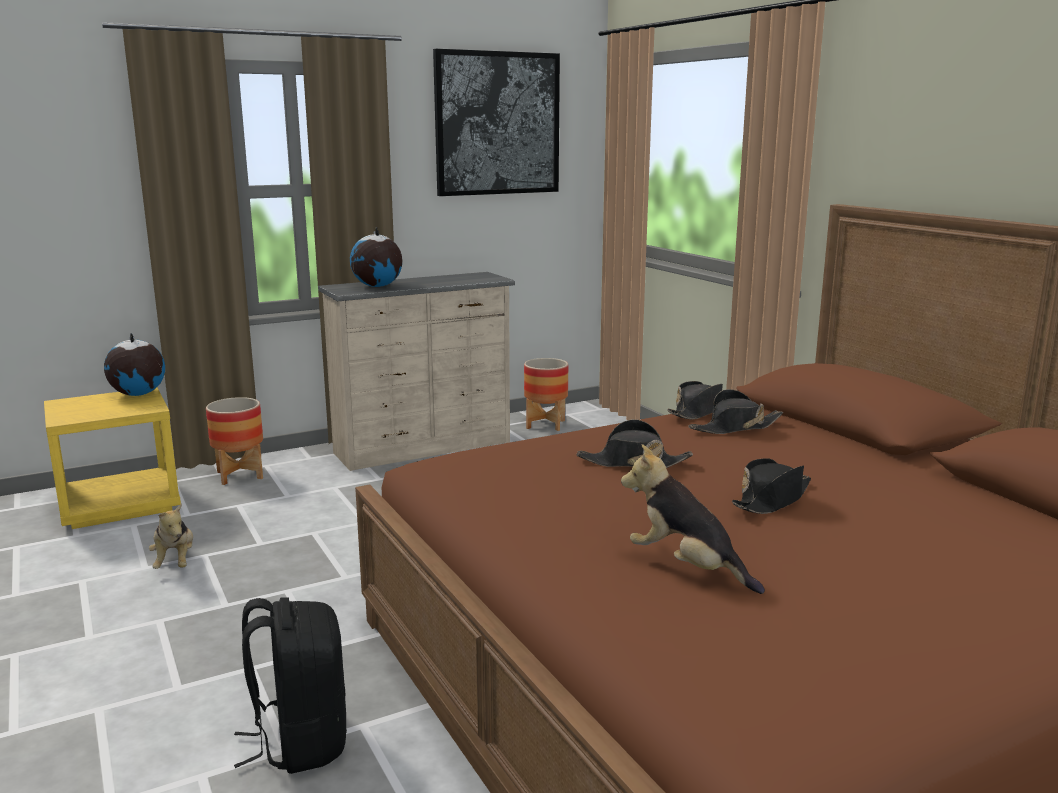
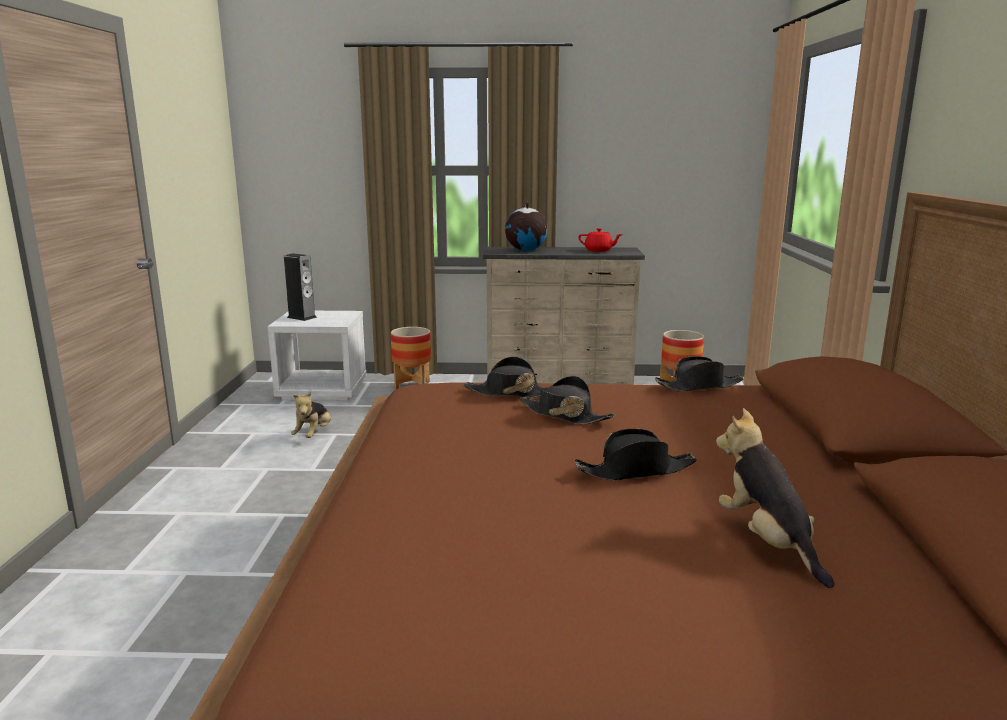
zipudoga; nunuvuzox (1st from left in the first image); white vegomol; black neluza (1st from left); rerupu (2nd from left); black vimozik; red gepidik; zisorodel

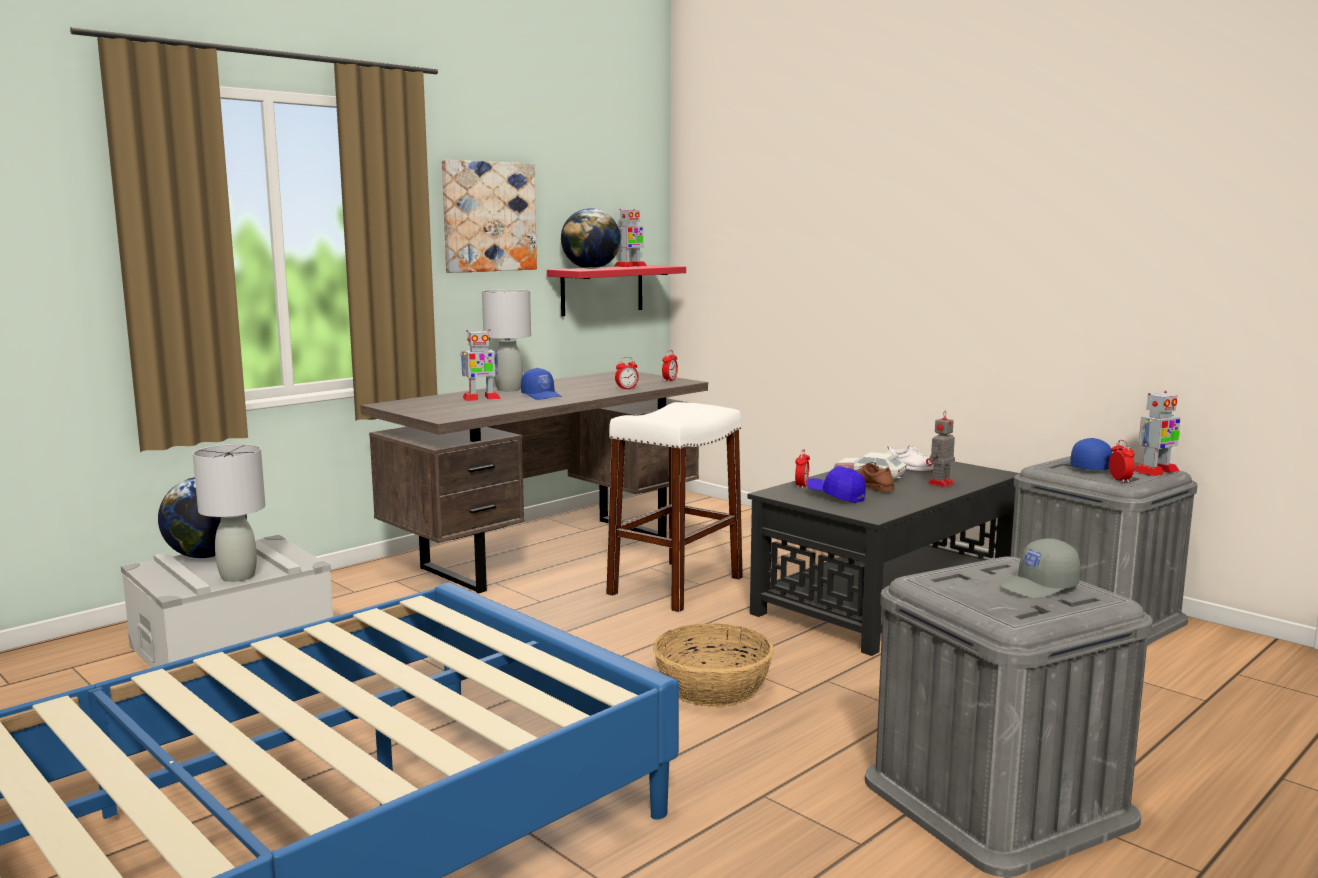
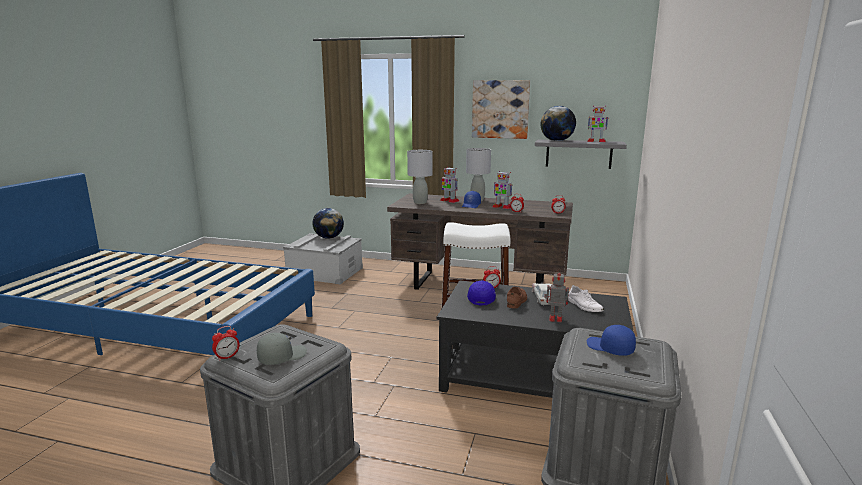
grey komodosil; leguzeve (2nd from left); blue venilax (3rd from left); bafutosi (1st from left); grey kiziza (1st from left); grey venilax; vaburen

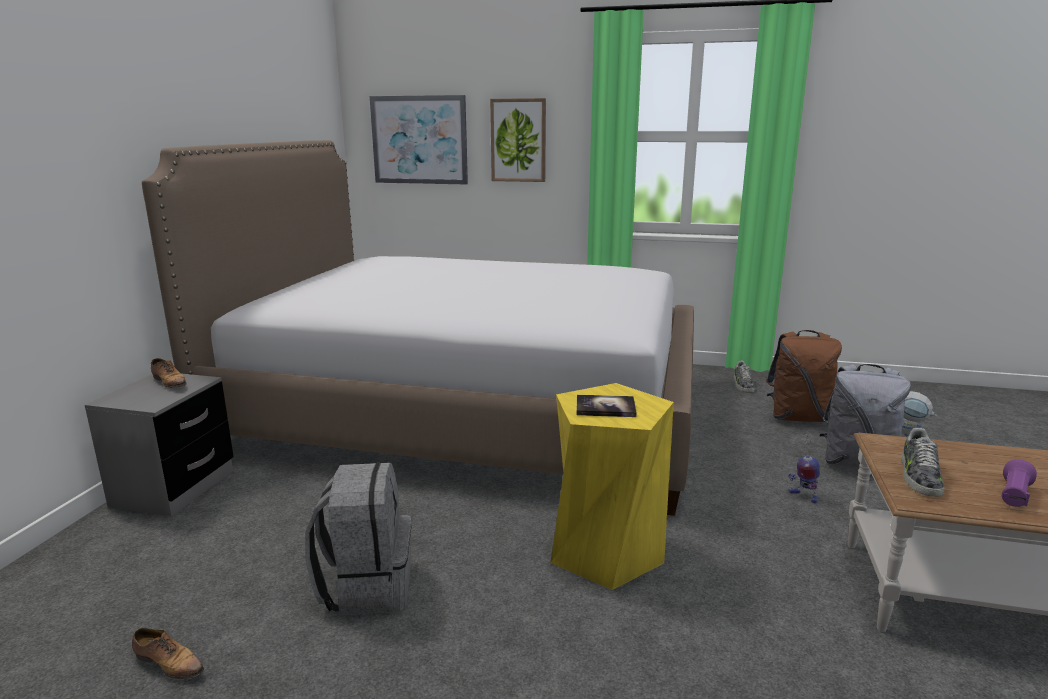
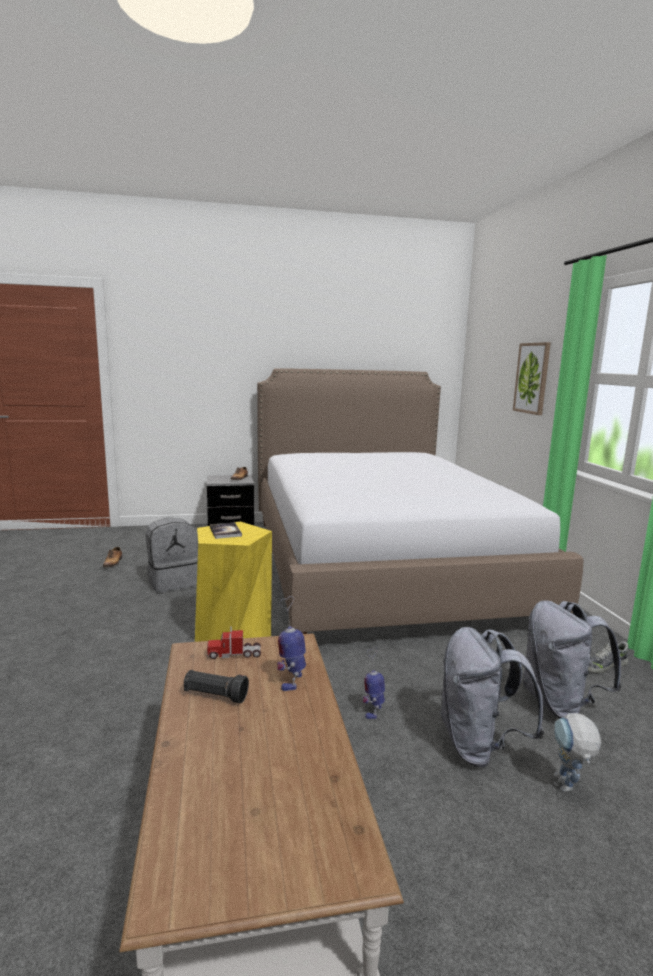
zipudoga (1st from left in the first image); grey vimozik (3rd from left); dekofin; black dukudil; leguzeve (1st from left)

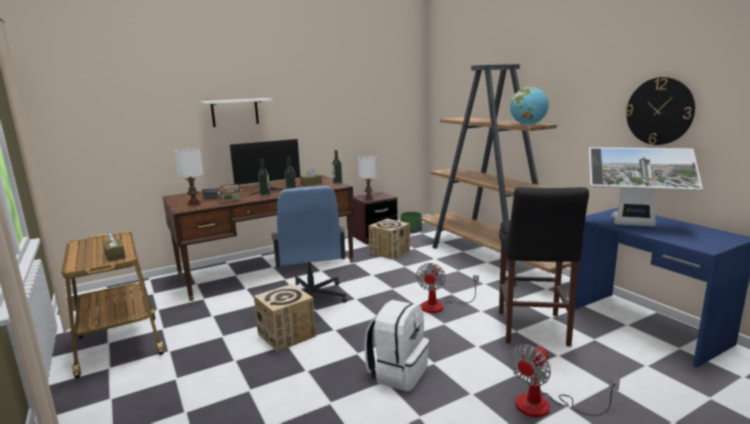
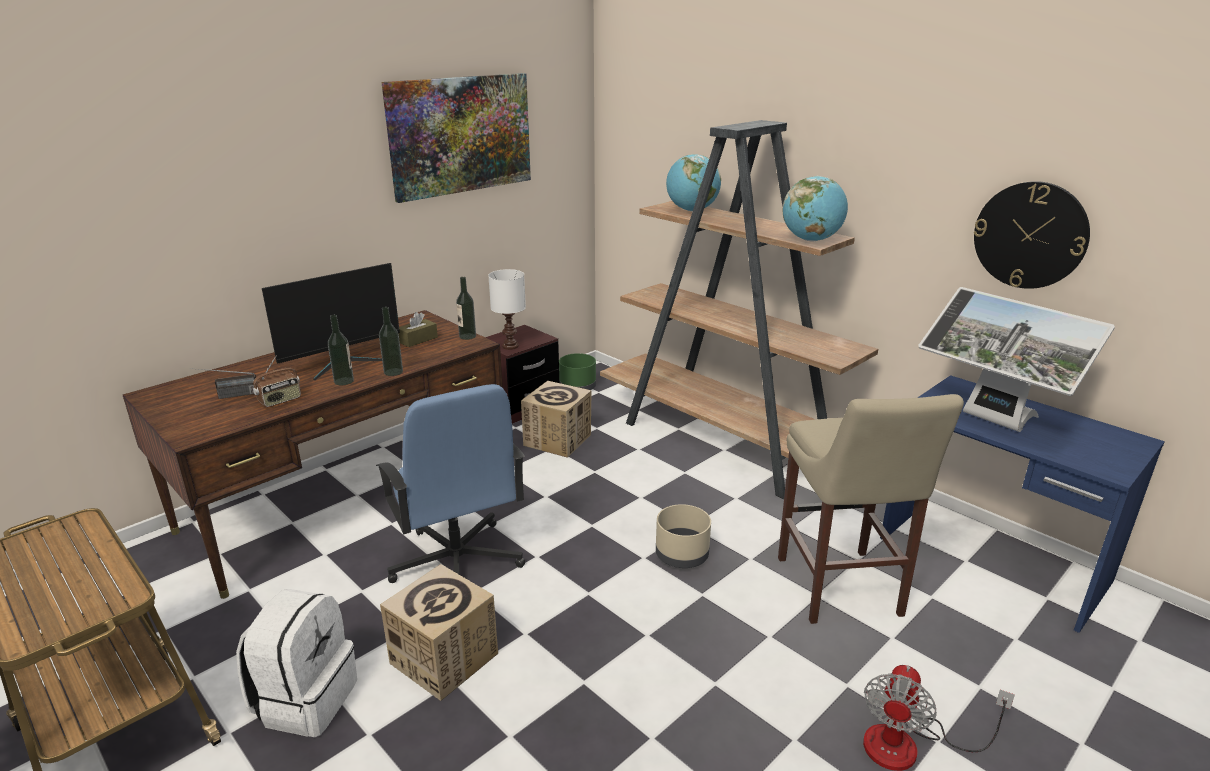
white komodosil; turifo (2nd from left); white kiziza (1st from left in the first image); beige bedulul; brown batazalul (1st from left in the first image); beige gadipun; white vimozik; zipudoga; nunuvuzox (1st from left)

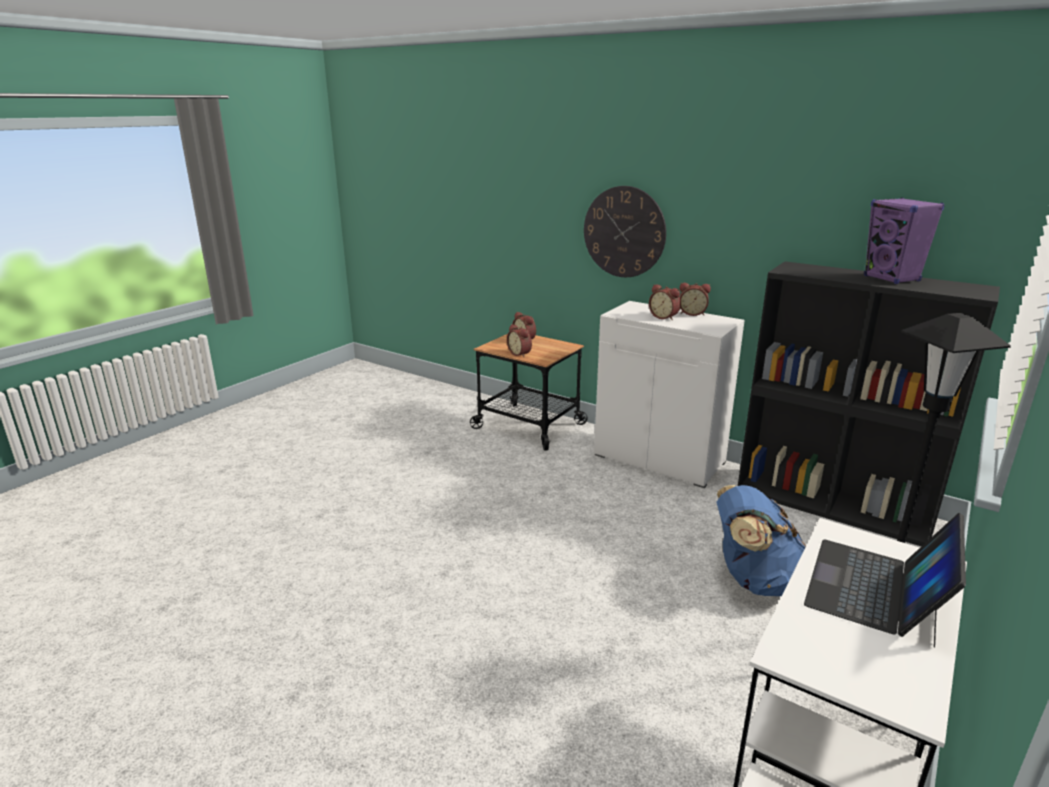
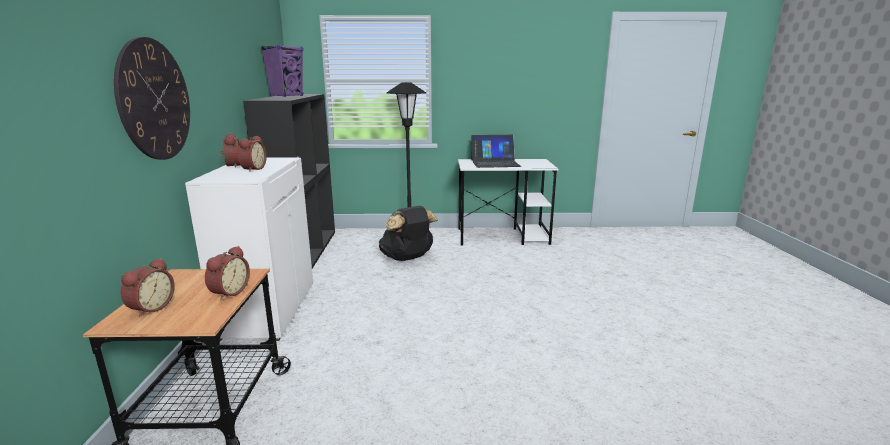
black vimozik

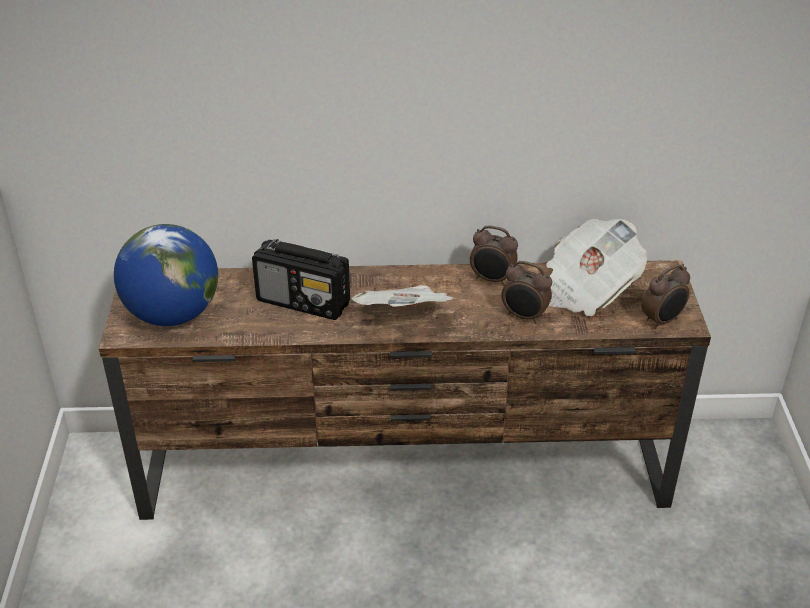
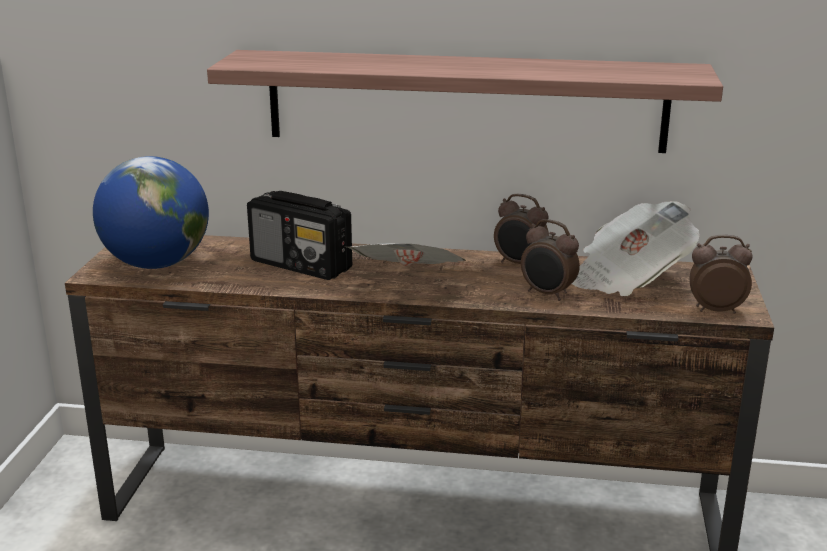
bafutosi (3rd from left); komodosil

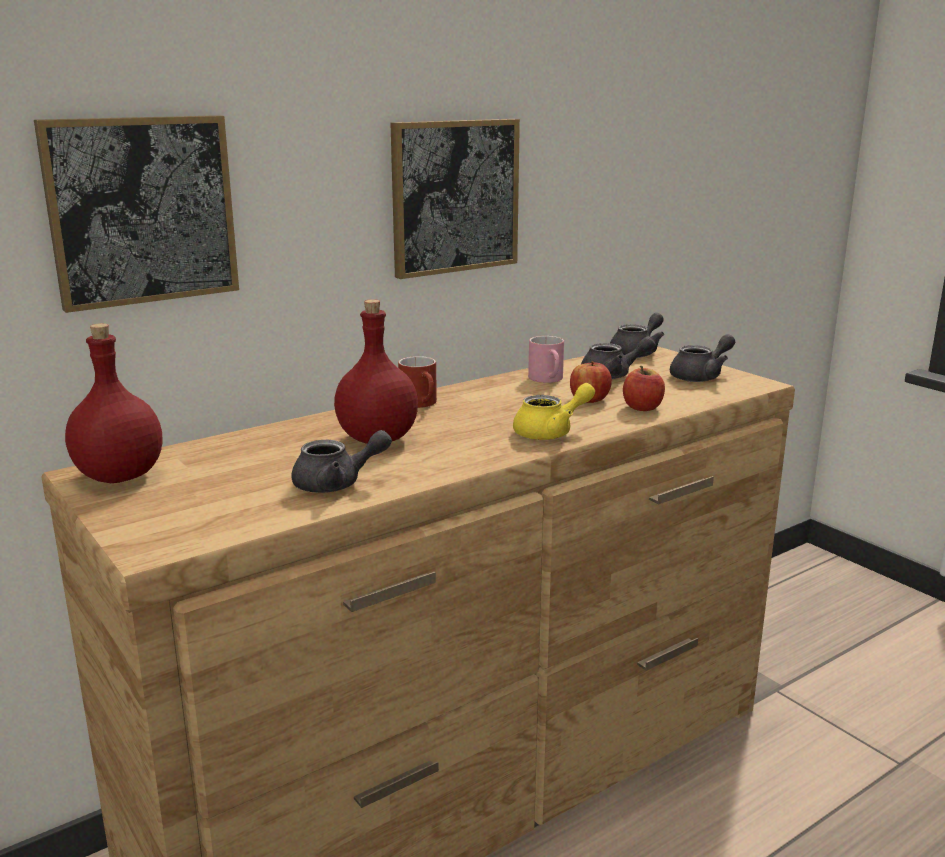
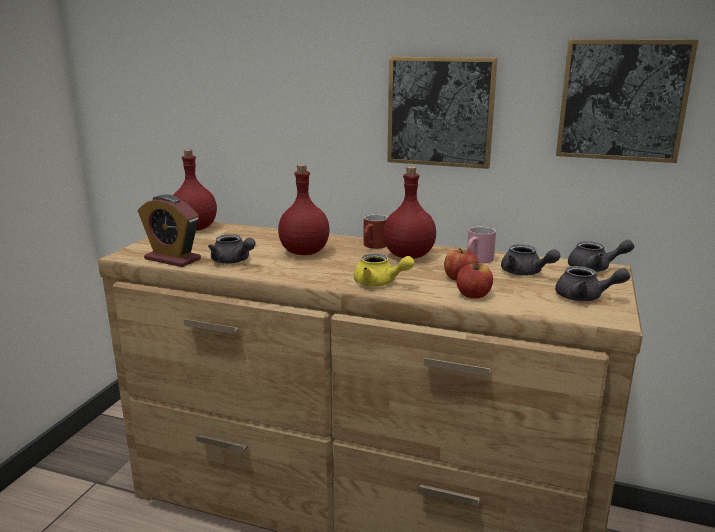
zipudoga (2nd from left); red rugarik (3rd from left); bafutosi

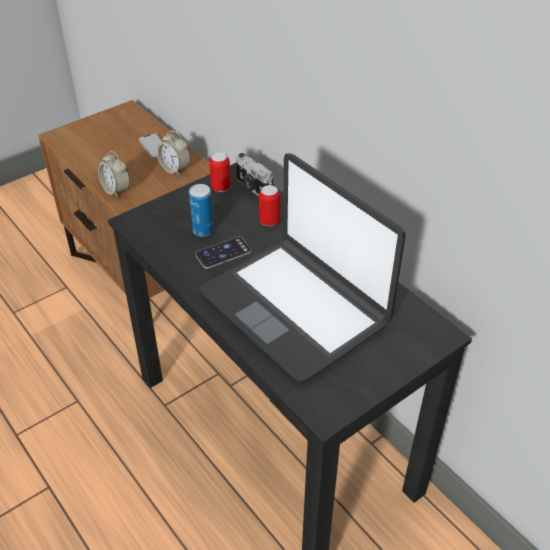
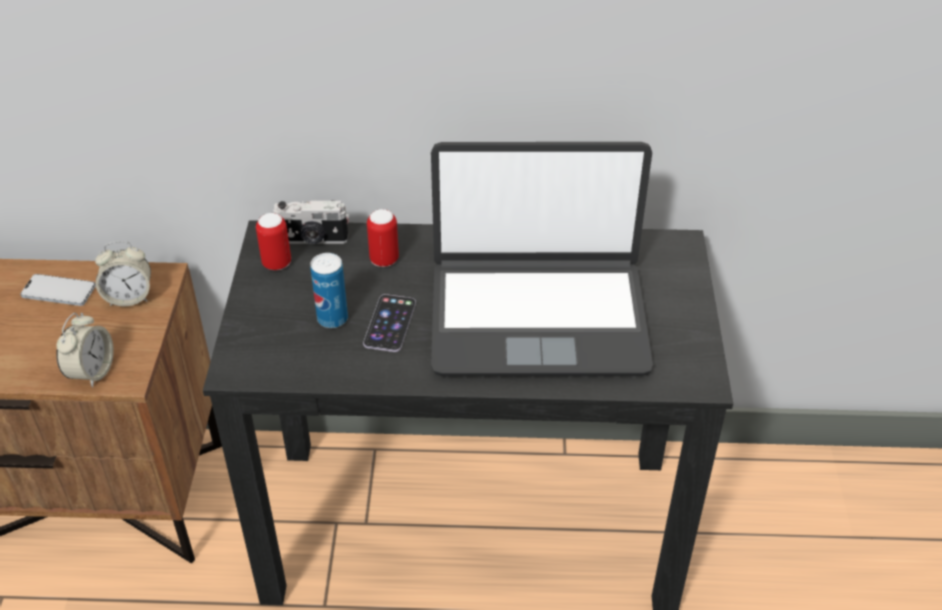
bafutosi (1st from left)

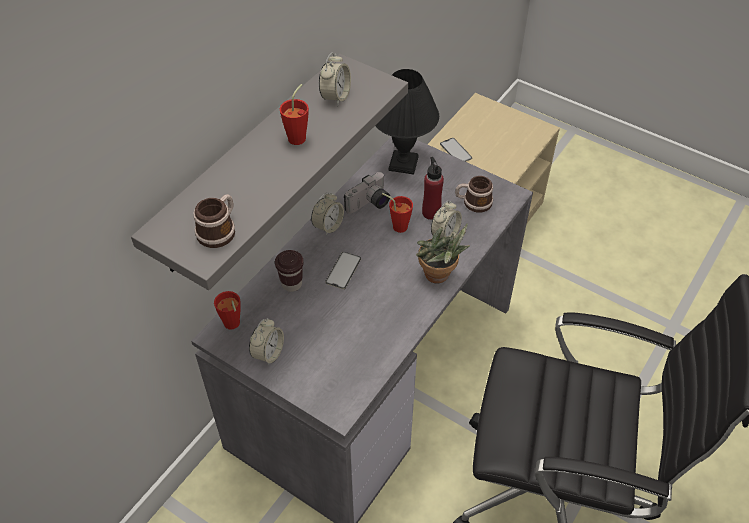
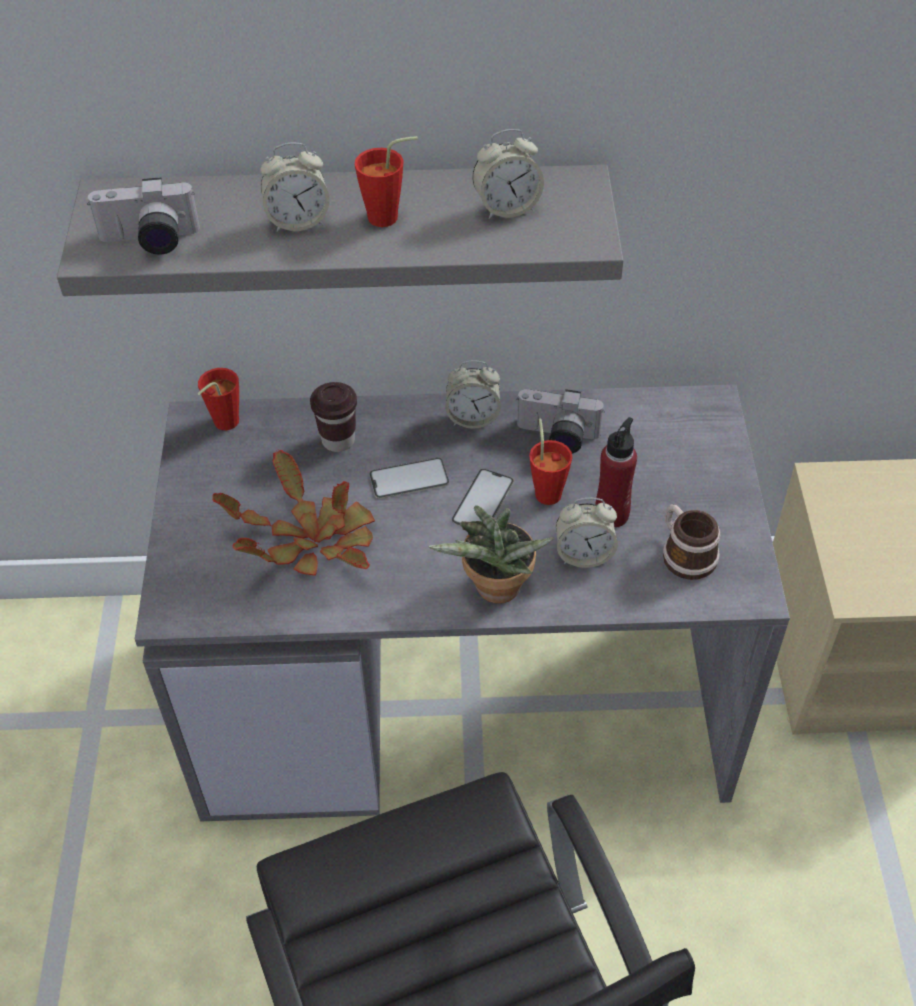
black kiziza; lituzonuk (2nd from left); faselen (1st from left); bafutosi (1st from left); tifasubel (1st from left)

